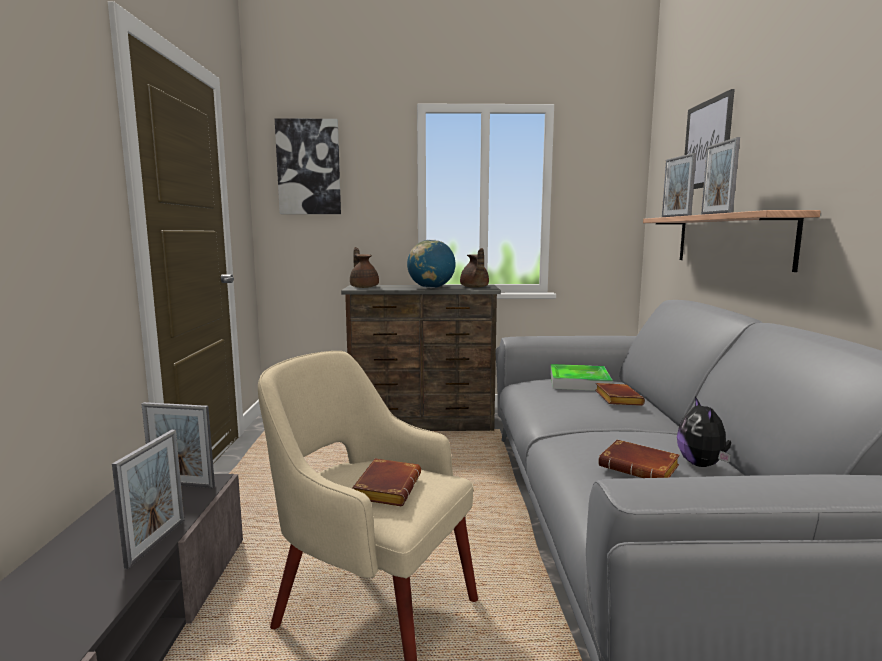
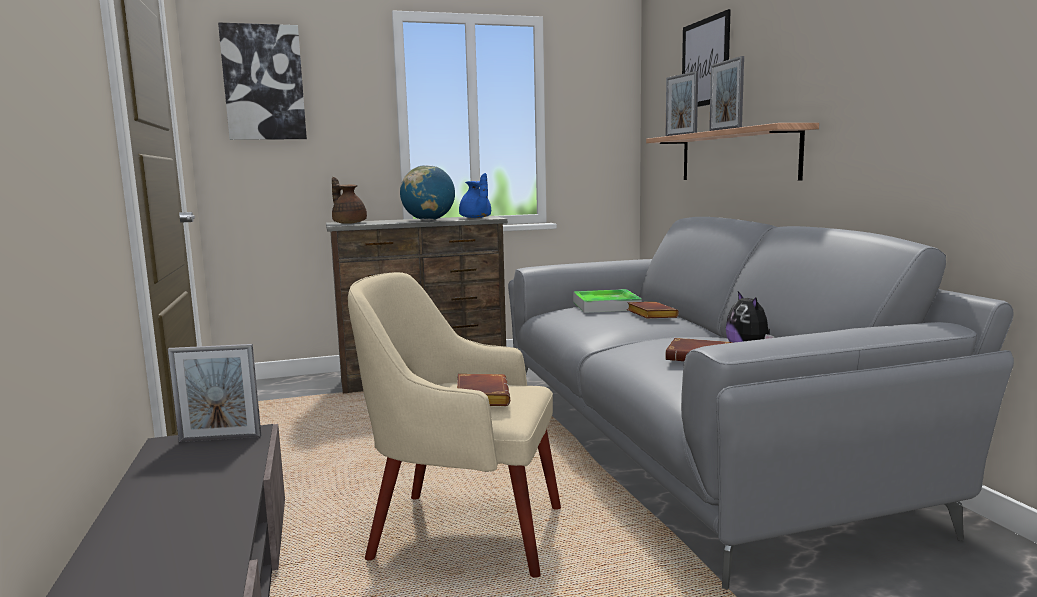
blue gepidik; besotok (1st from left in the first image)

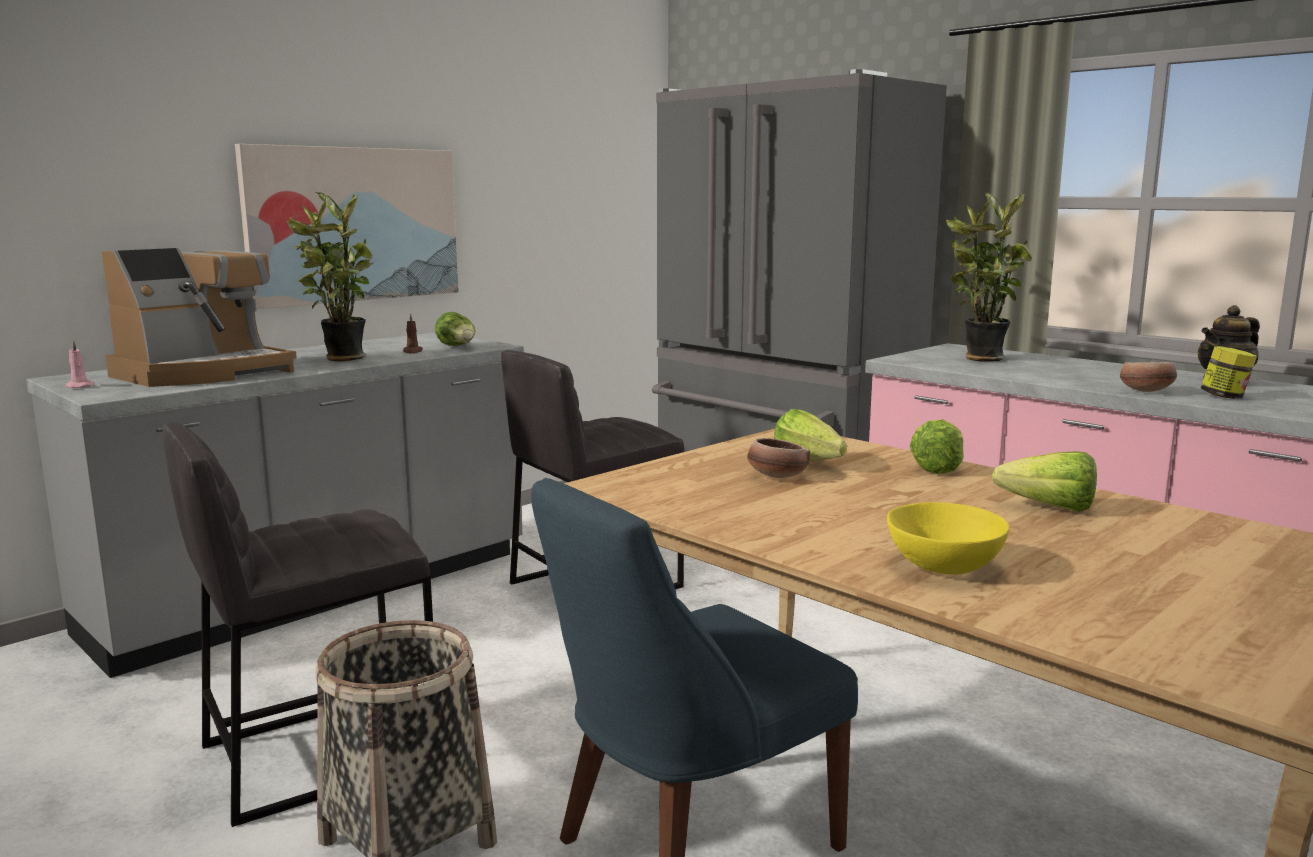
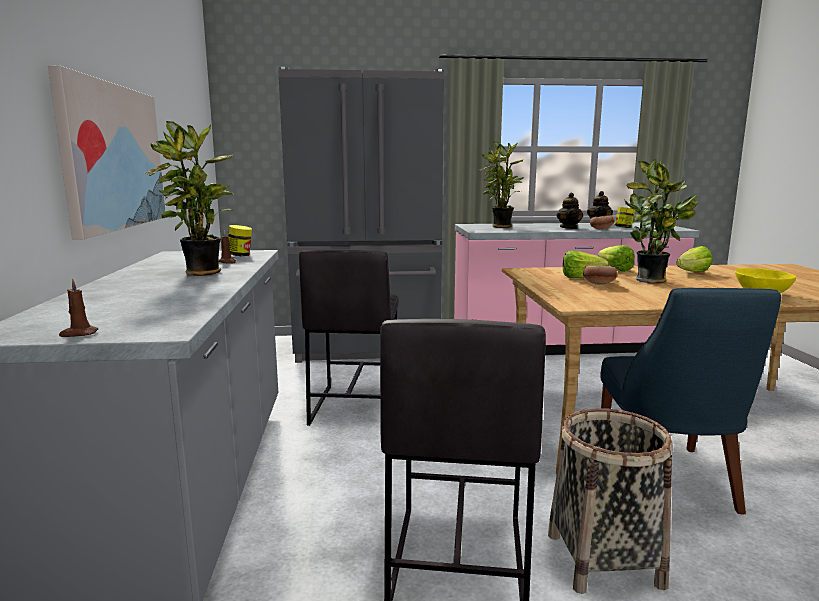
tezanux; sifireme (1st from left); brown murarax (1st from left); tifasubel (3rd from left); gepidik (1st from left)

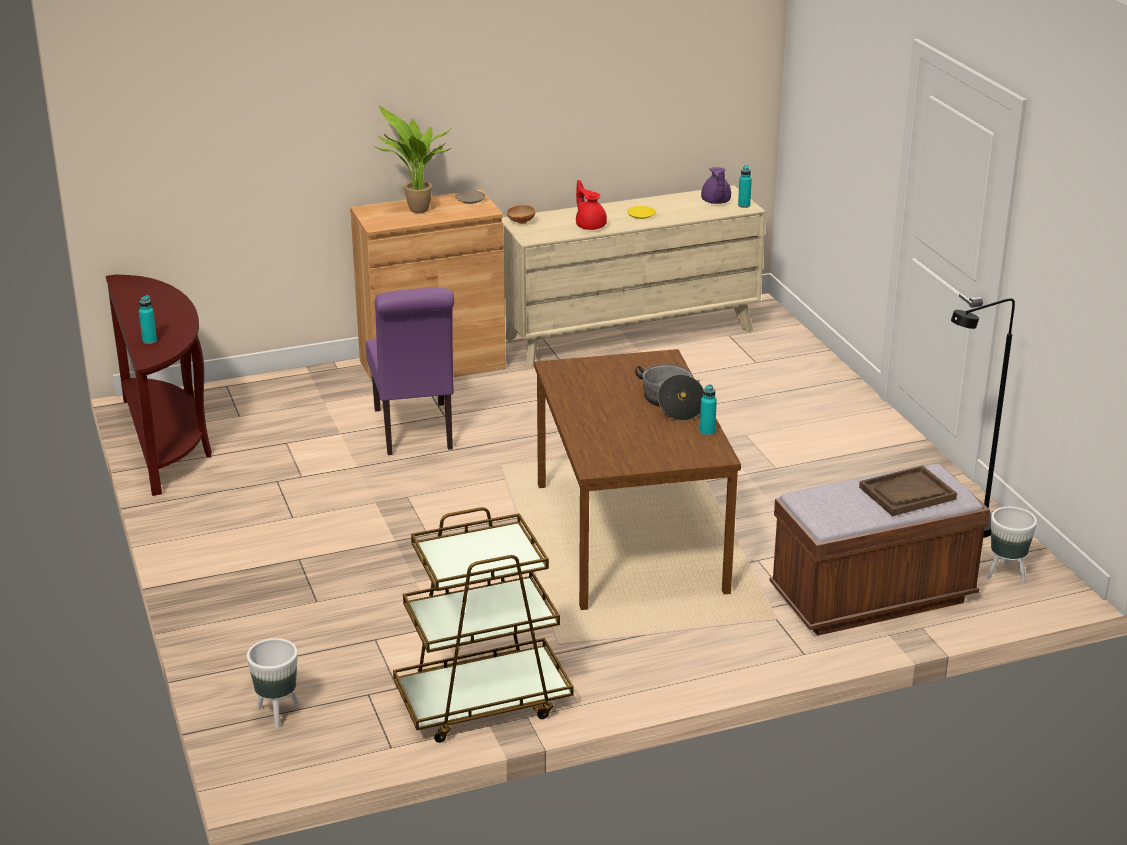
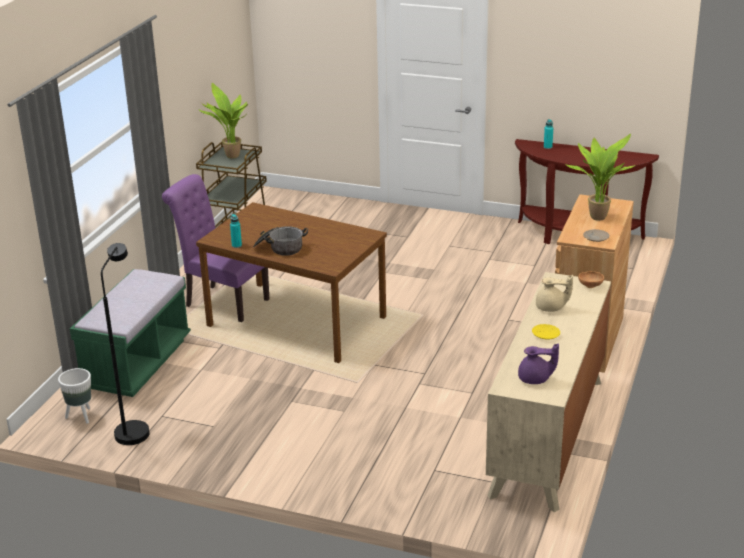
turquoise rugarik (3rd from left in the first image); purple gepidik; beige gepidik; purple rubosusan; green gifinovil; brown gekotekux; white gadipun (1st from left in the first image); tifasubel (1st from left)

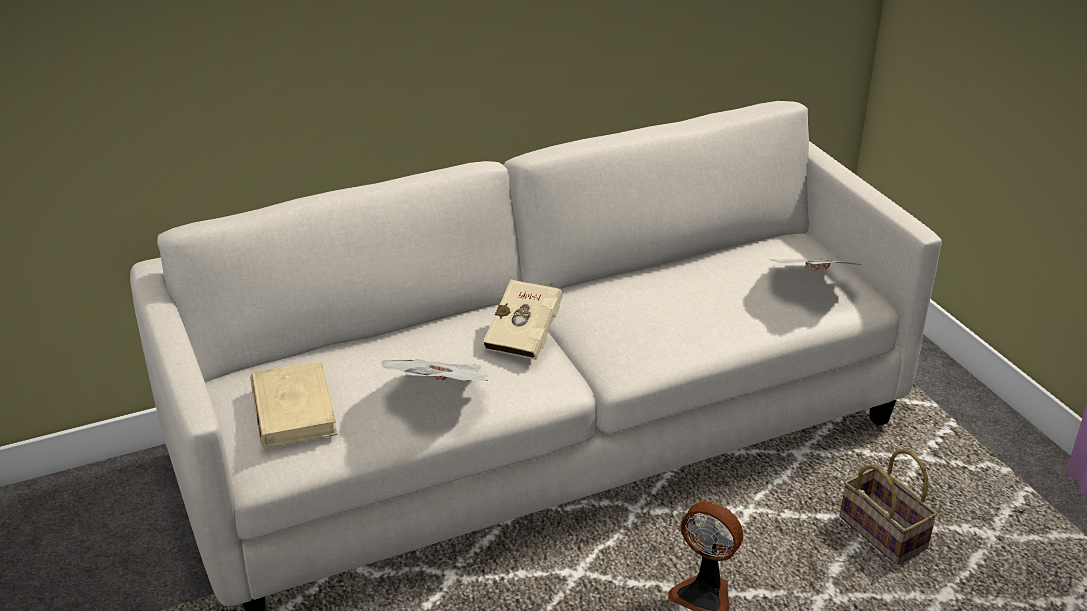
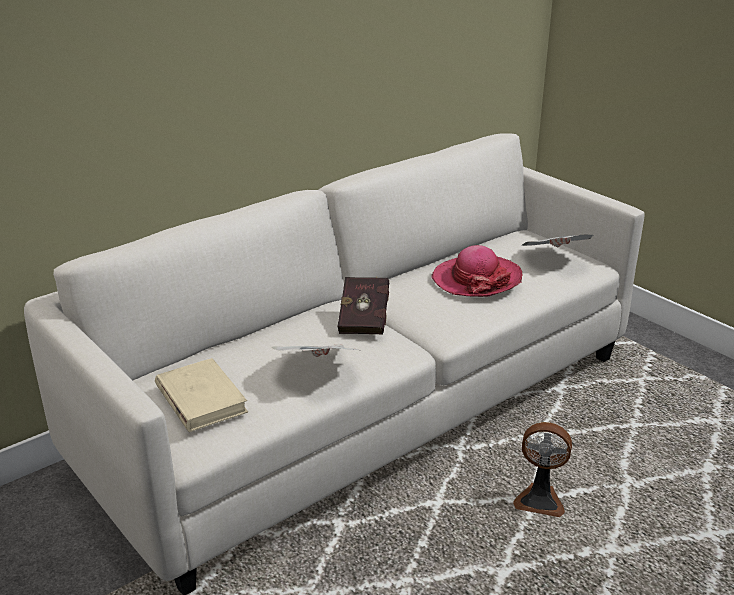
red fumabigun; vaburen; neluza

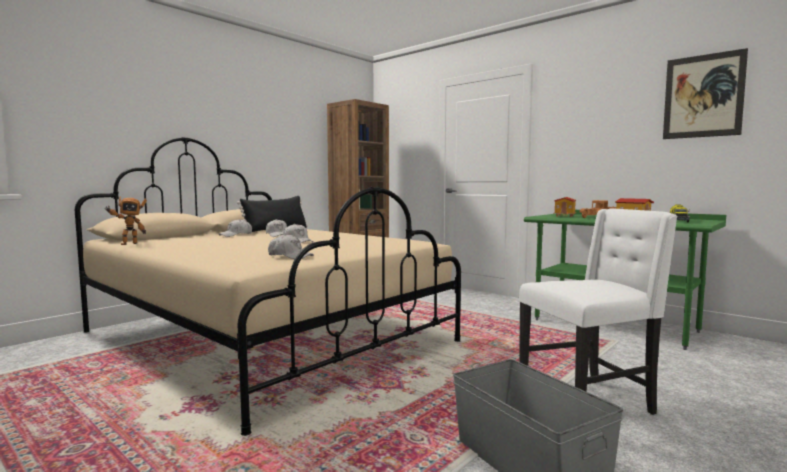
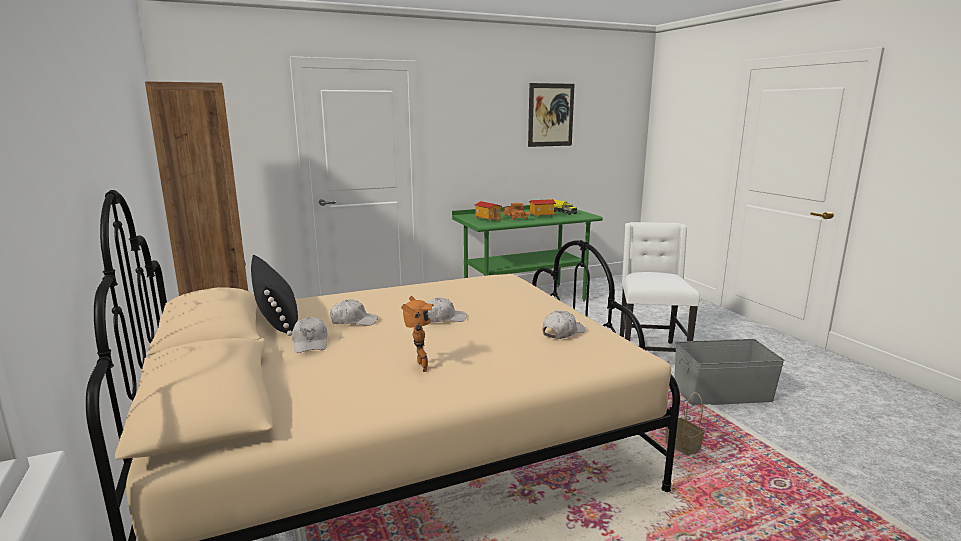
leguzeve; vaburen

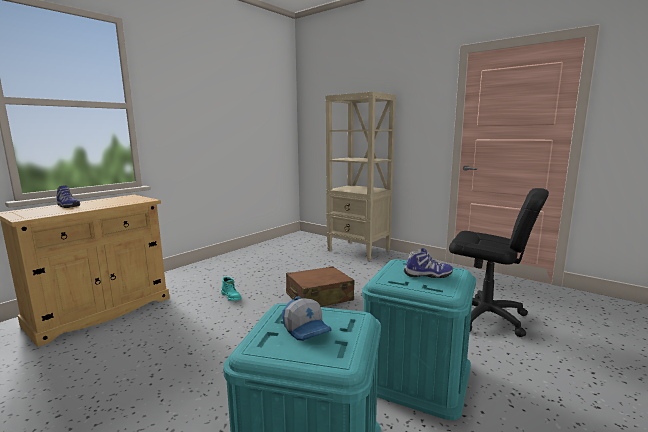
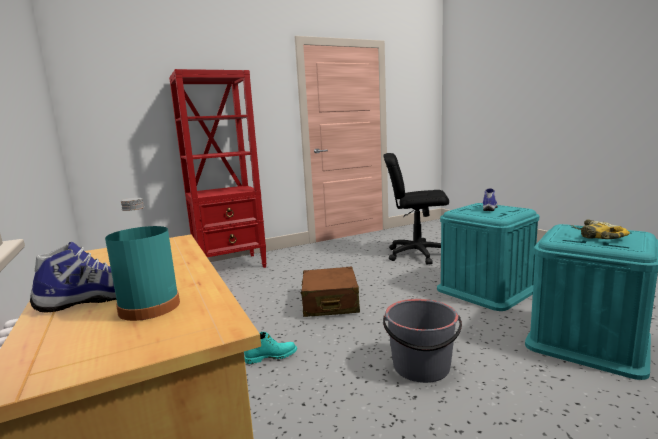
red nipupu; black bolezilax; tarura; turquoise rugarik; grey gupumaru

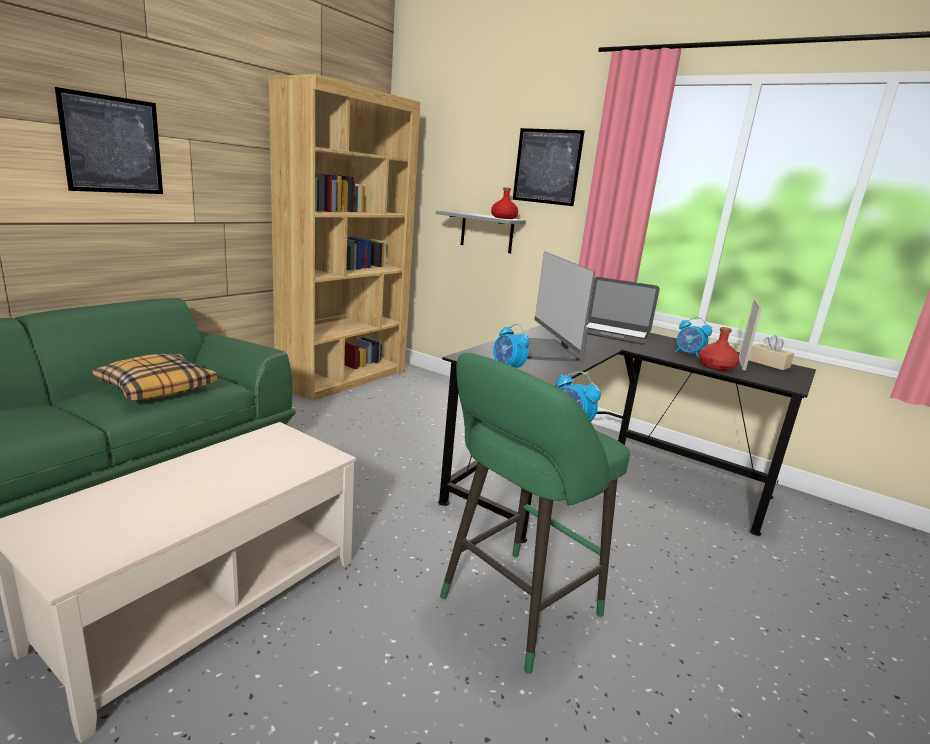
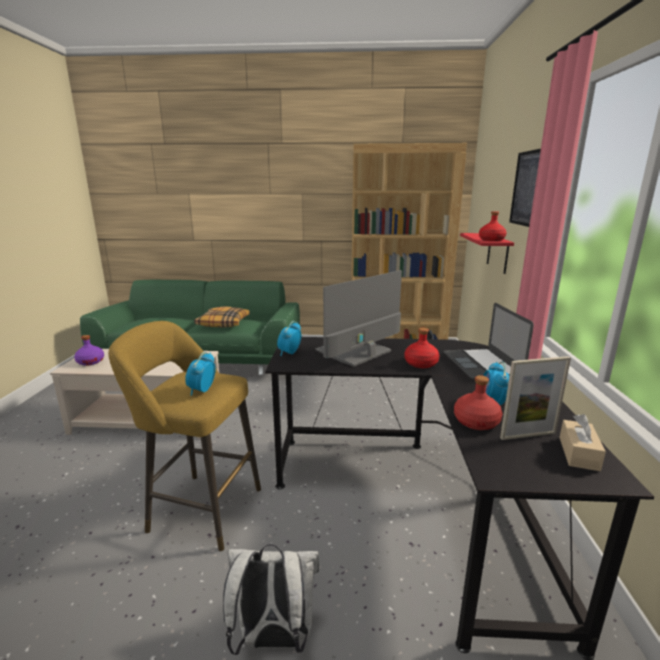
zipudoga (1st from left in the first image); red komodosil; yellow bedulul; red rugarik (1st from left); purple rugarik; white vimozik

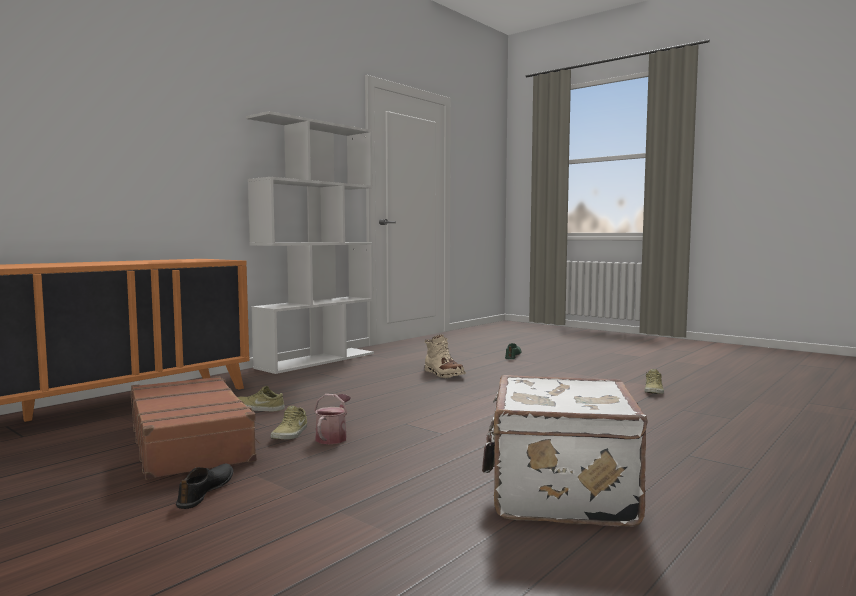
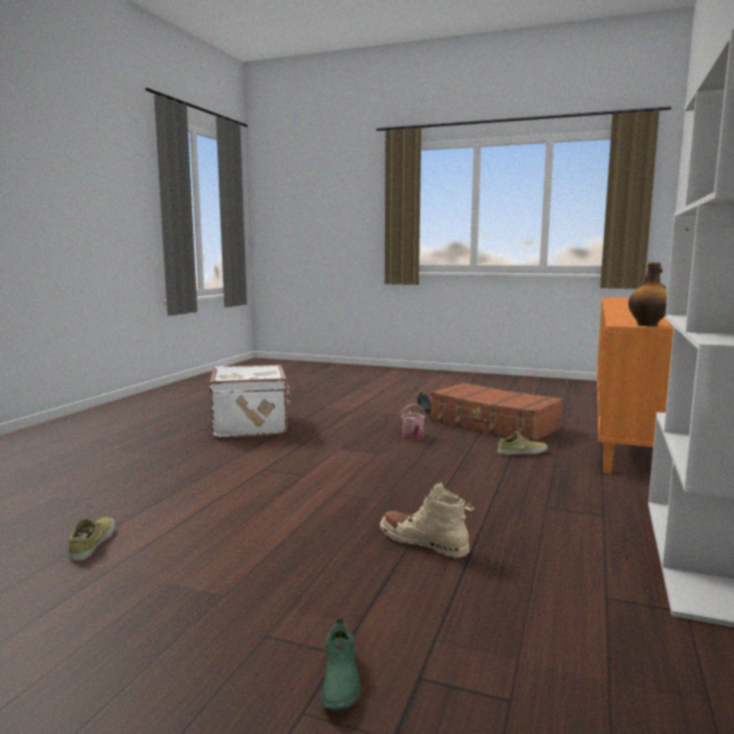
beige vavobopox (2nd from left in the first image); rugarik

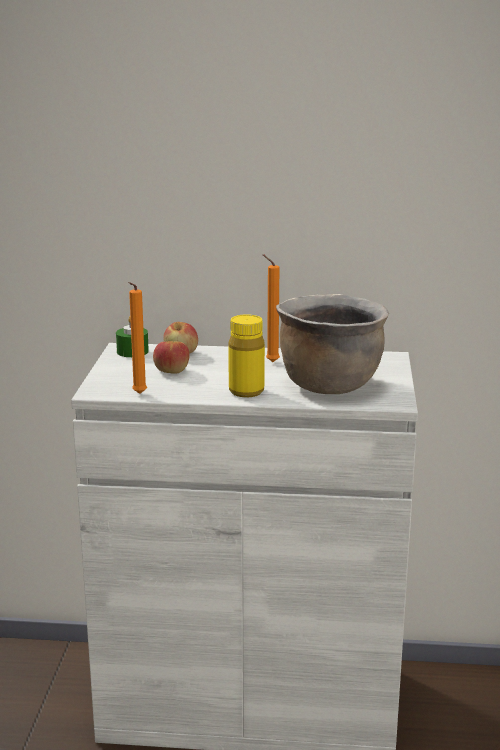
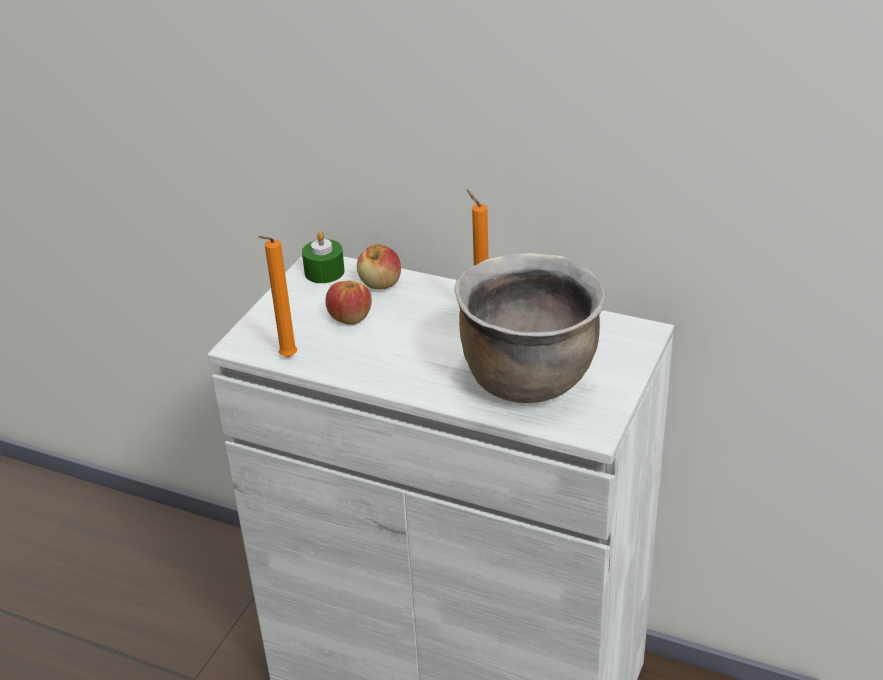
yellow rugarik

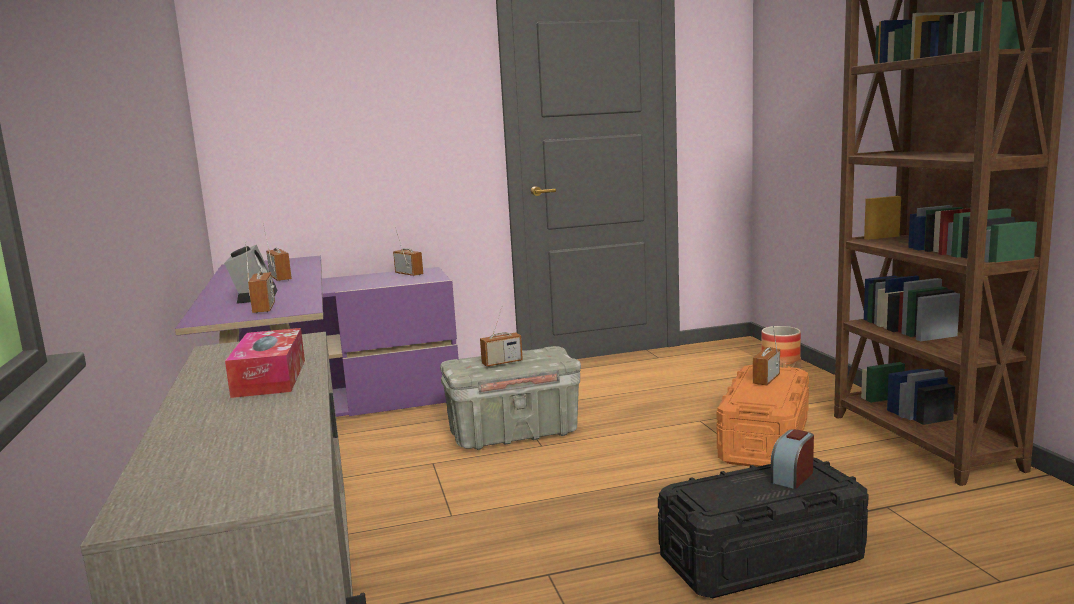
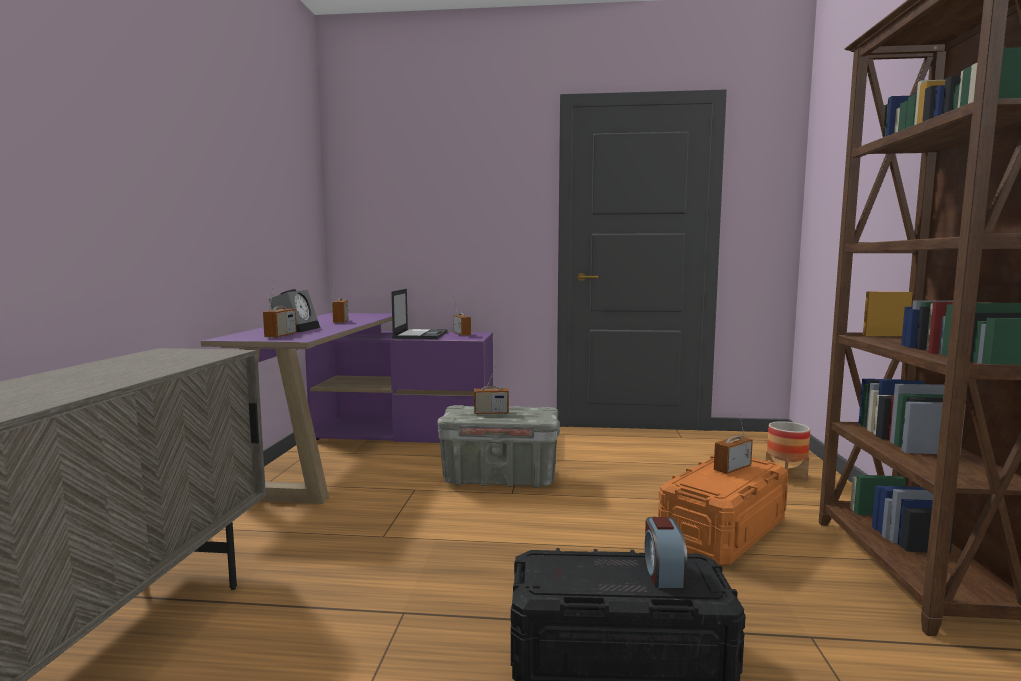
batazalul; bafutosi (2nd from left); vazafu

